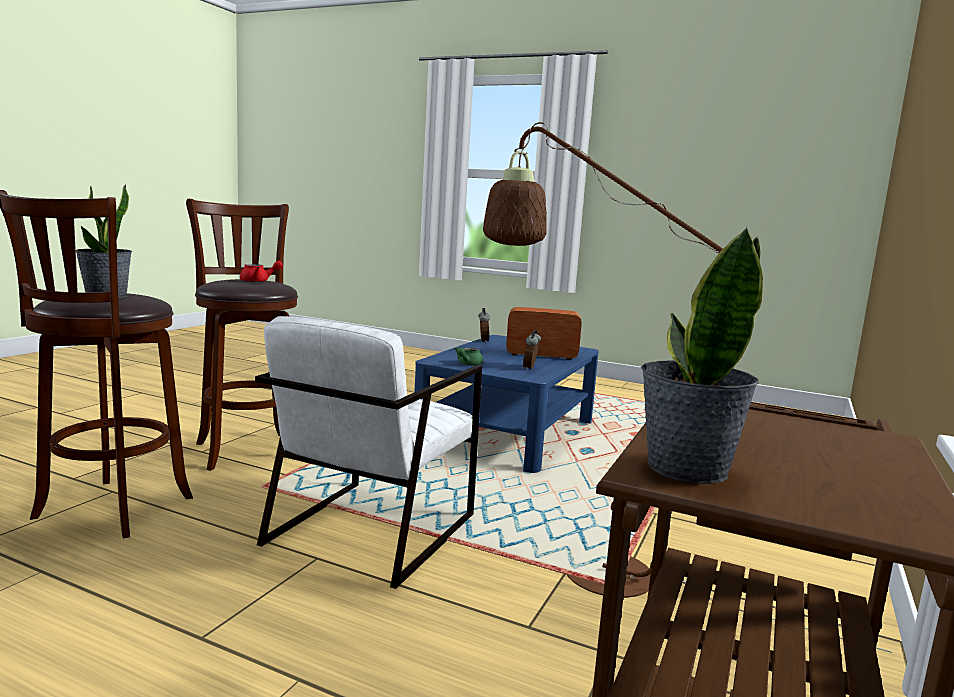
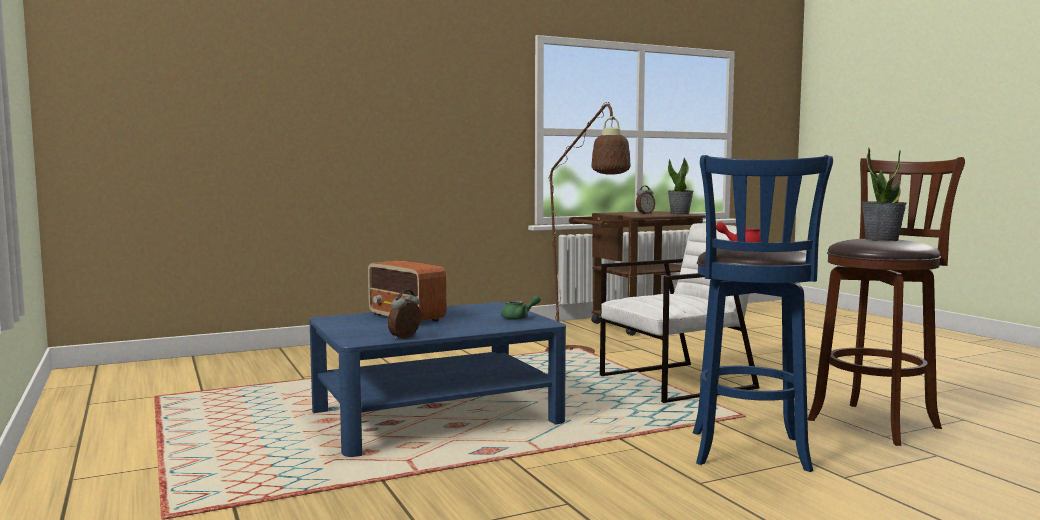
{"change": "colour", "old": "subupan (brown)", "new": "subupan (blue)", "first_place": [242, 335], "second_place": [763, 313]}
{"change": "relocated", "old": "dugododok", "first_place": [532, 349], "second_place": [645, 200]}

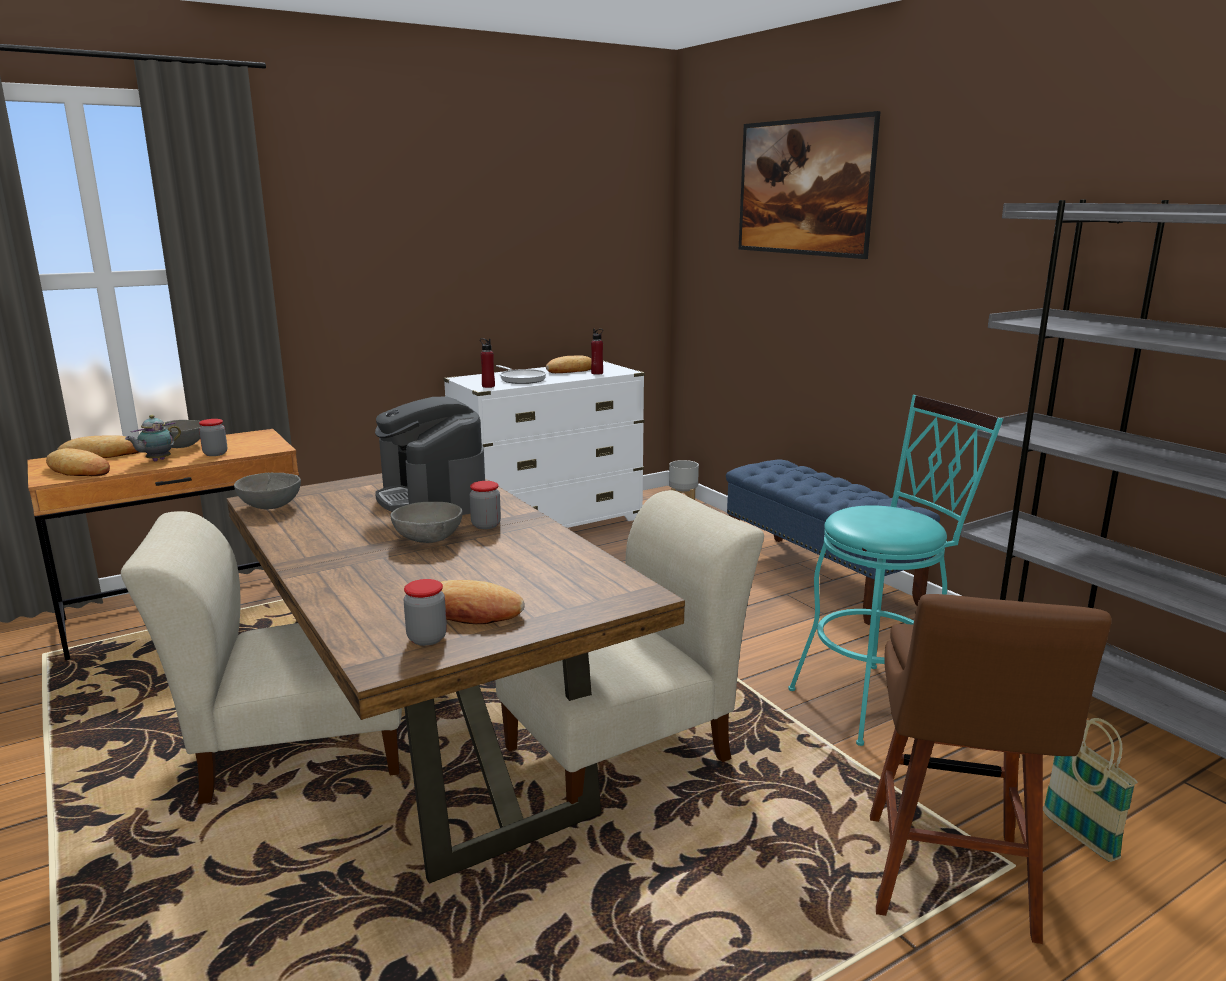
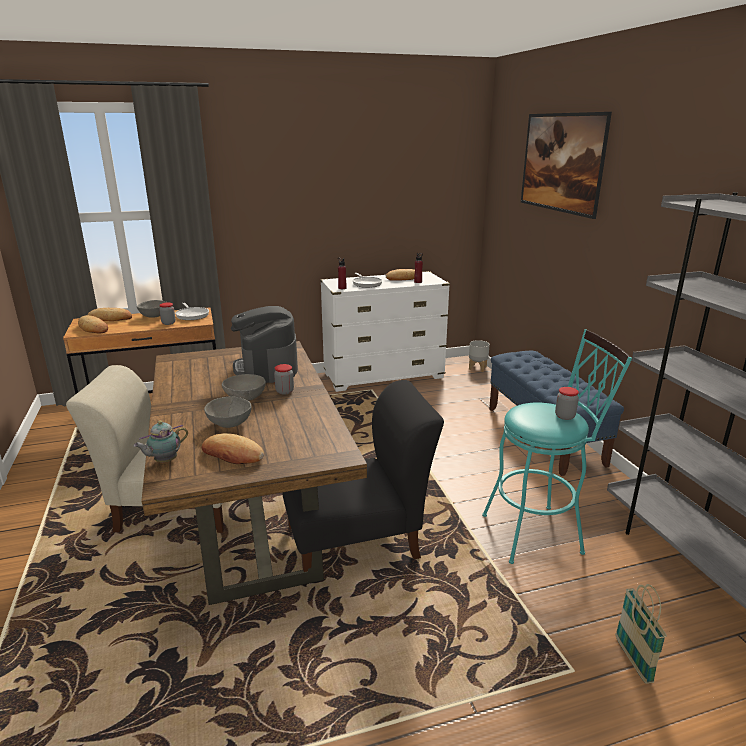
{"change": "relocated", "old": "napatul", "first_place": [153, 438], "second_place": [161, 441]}
{"change": "relocated", "old": "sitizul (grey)", "first_place": [267, 491], "second_place": [228, 412]}
{"change": "relocated", "old": "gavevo", "first_place": [425, 612], "second_place": [567, 403]}
{"change": "colour", "old": "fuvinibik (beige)", "new": "fuvinibik (black)", "first_place": [629, 647], "second_place": [363, 476]}
{"change": "missing", "old": "subupan (brown)", "first_place": [991, 769]}
{"change": "appeared", "new": "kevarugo", "second_place": [192, 311]}

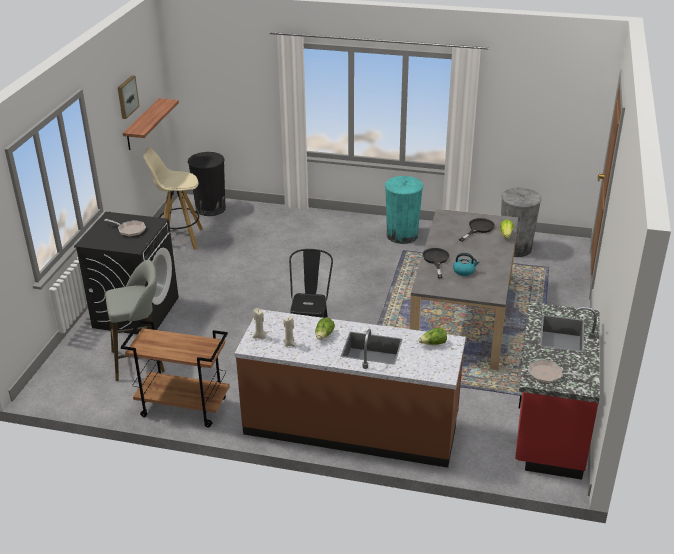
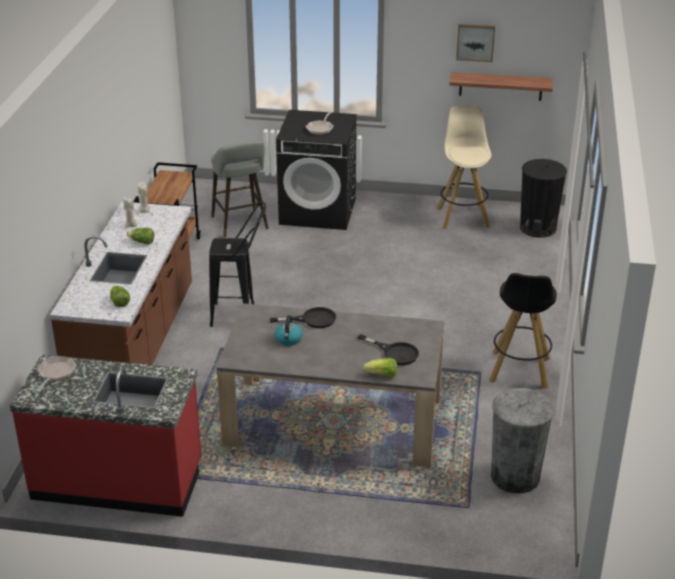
{"change": "exchanged", "old": "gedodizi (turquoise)", "new": "subupan (black)", "first_place": [404, 210], "second_place": [523, 331]}

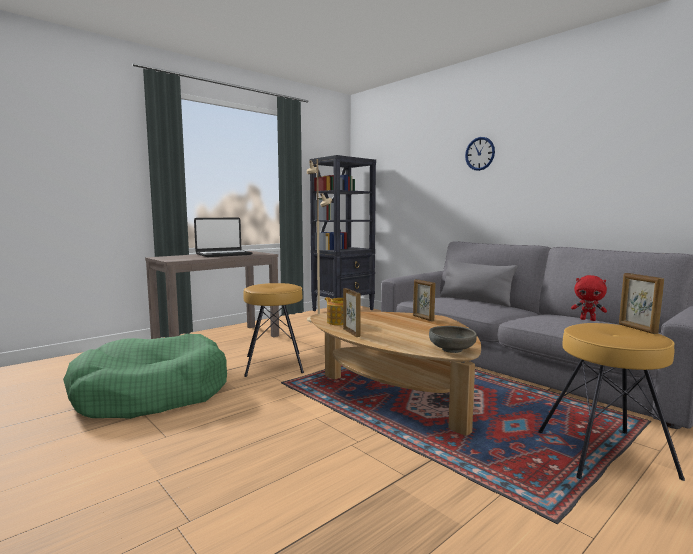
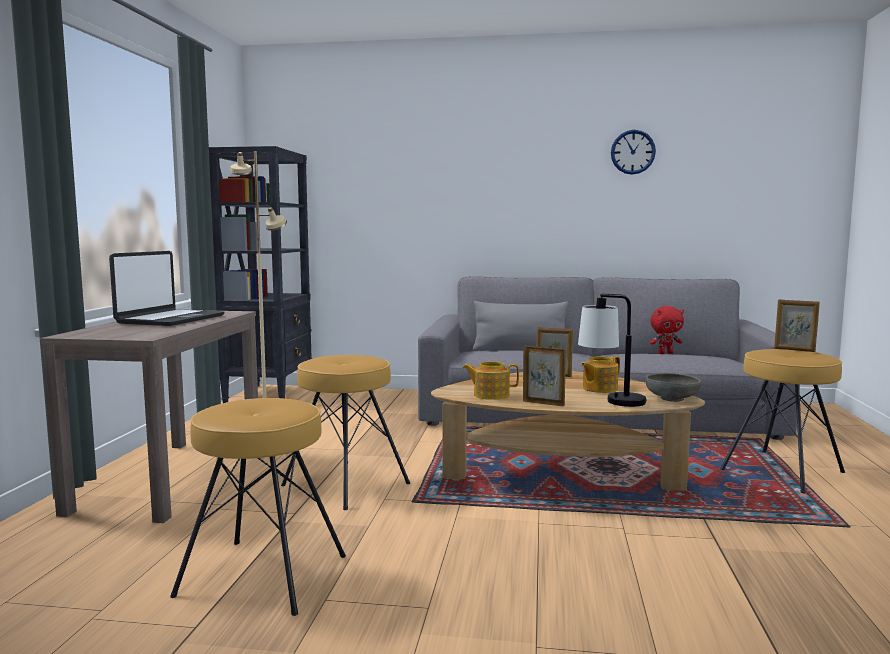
{"change": "exchanged", "old": "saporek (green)", "new": "subupan (brown)", "first_place": [145, 376], "second_place": [258, 507]}
{"change": "relocated", "old": "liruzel", "first_place": [480, 154], "second_place": [633, 152]}
{"change": "appeared", "new": "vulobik", "second_place": [612, 350]}
{"change": "appeared", "new": "napatul", "second_place": [600, 374]}

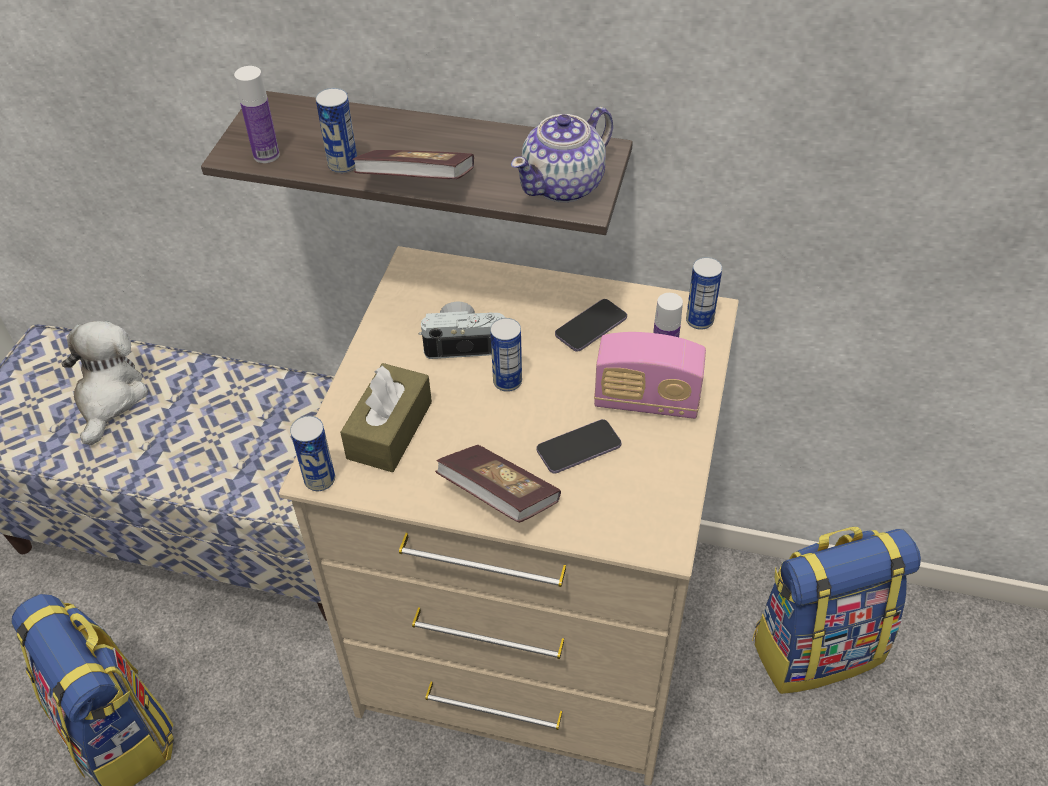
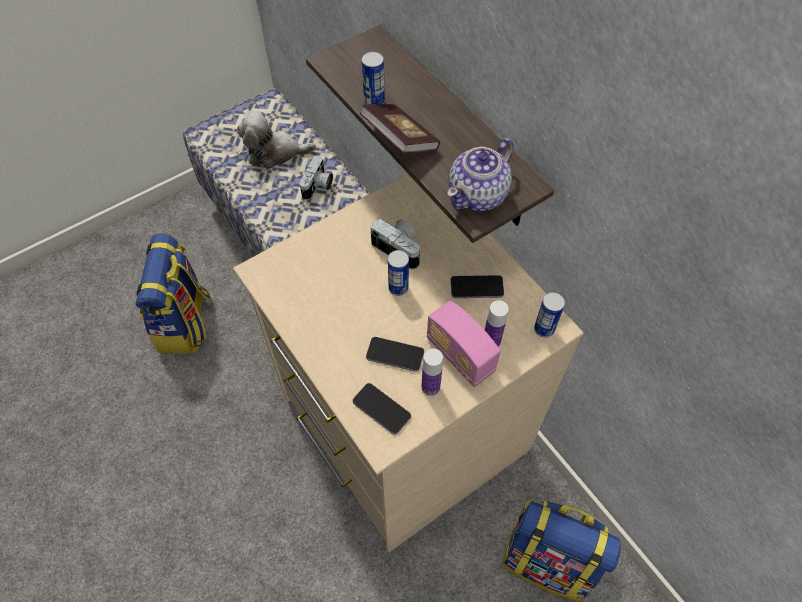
{"change": "spun", "old": "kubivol", "first_place": [105, 383], "second_place": [276, 140], "degrees": -135}
{"change": "relocated", "old": "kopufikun", "first_place": [257, 114], "second_place": [432, 372]}
{"change": "missing", "old": "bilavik", "first_place": [312, 453]}
{"change": "missing", "old": "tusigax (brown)", "first_place": [386, 417]}
{"change": "missing", "old": "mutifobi", "first_place": [498, 484]}
{"change": "spun", "old": "napatul", "first_place": [562, 155], "second_place": [480, 174], "degrees": -45}
{"change": "appeared", "new": "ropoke", "second_place": [316, 178]}
{"change": "appeared", "new": "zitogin", "second_place": [382, 409]}

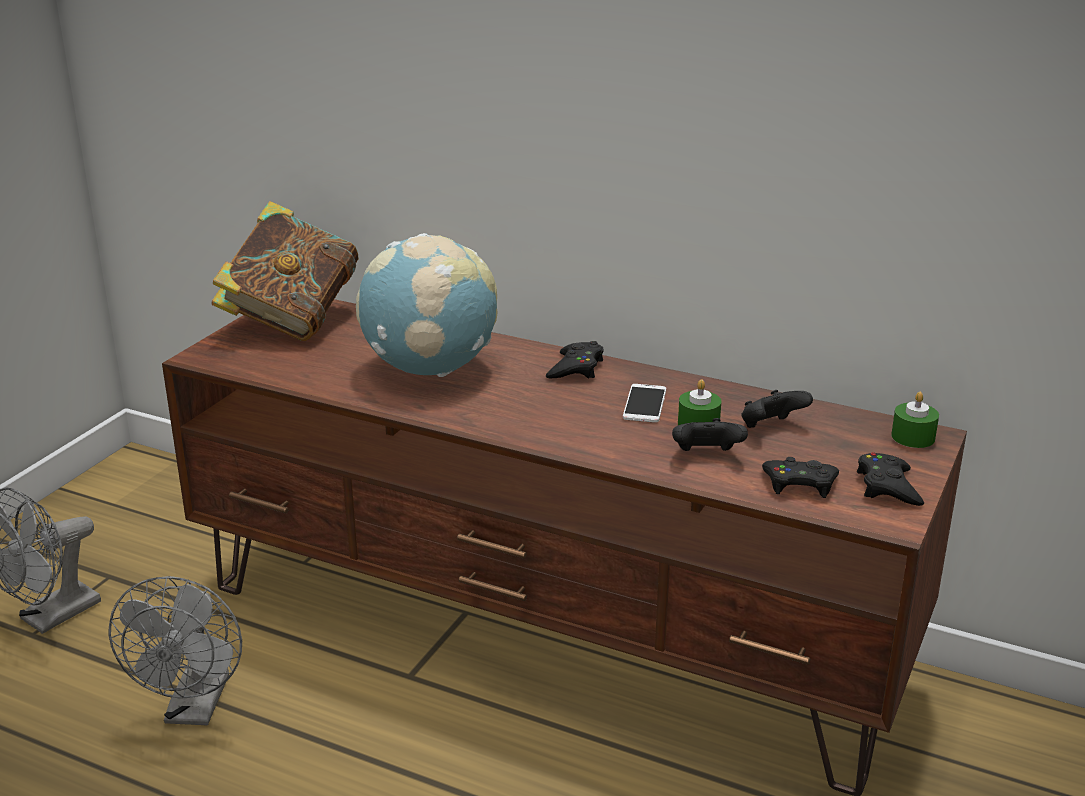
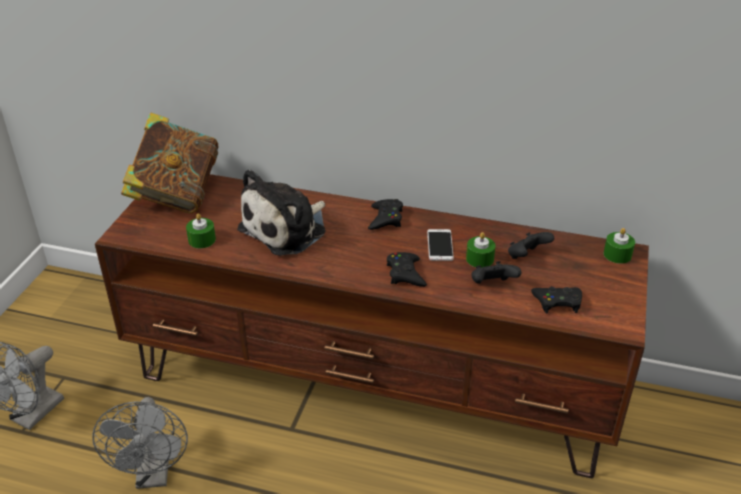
{"change": "exchanged", "old": "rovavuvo", "new": "kubivol", "first_place": [426, 305], "second_place": [281, 212]}
{"change": "relocated", "old": "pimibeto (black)", "first_place": [890, 479], "second_place": [407, 269]}
{"change": "appeared", "new": "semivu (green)", "second_place": [201, 231]}

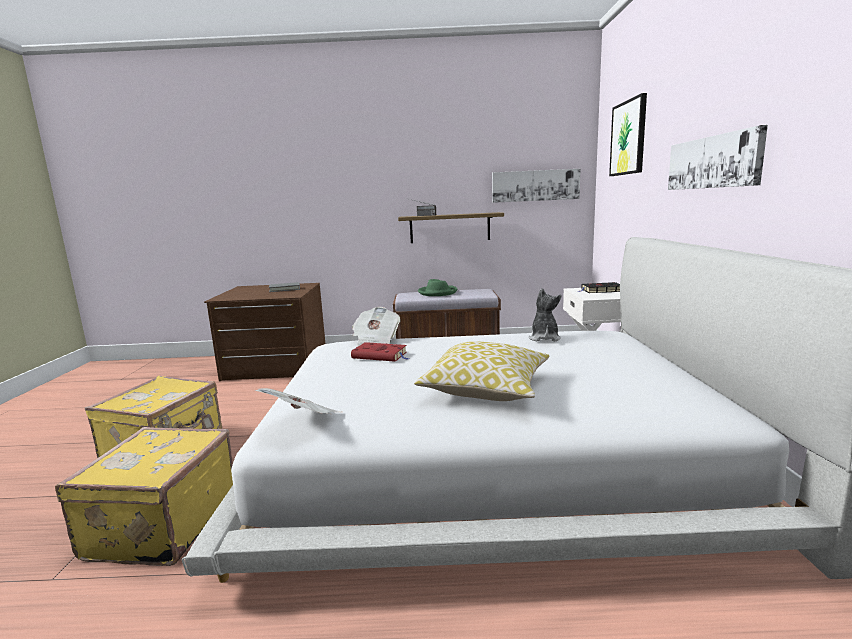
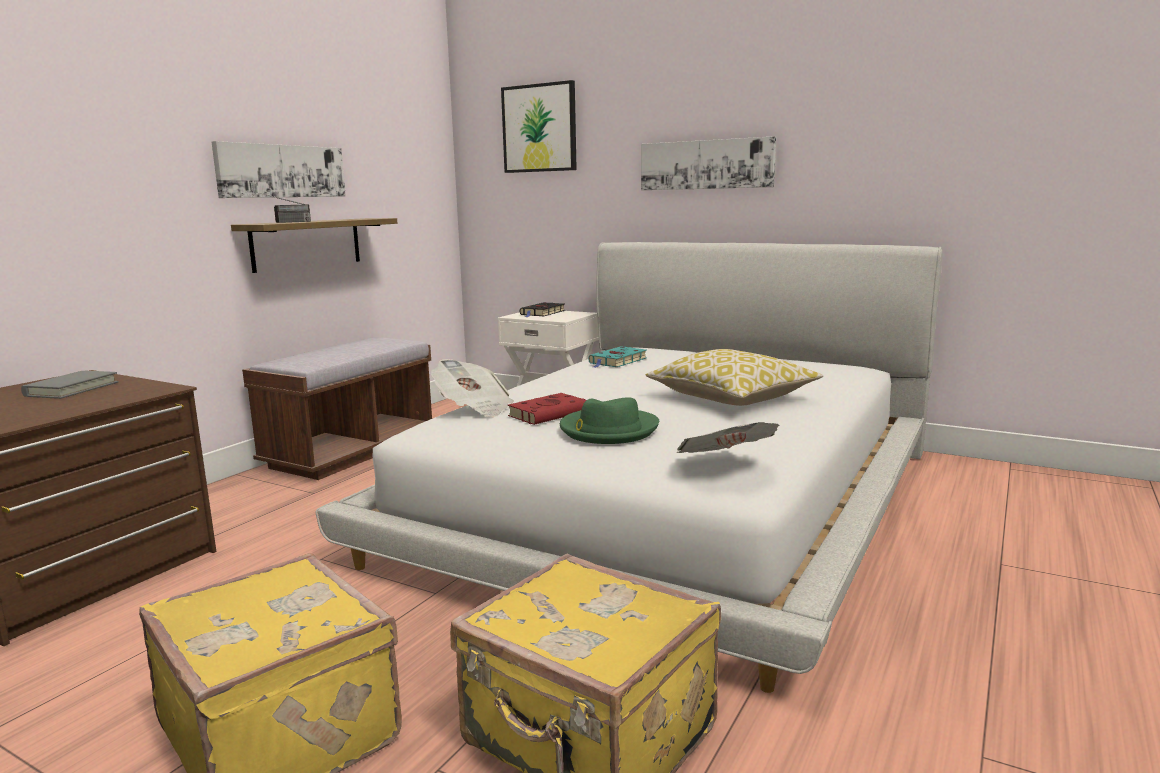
{"change": "relocated", "old": "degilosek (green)", "first_place": [438, 287], "second_place": [609, 420]}
{"change": "relocated", "old": "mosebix", "first_place": [536, 186], "second_place": [279, 169]}
{"change": "exchanged", "old": "kubivol", "new": "mutifobi (turquoise)", "first_place": [545, 314], "second_place": [617, 357]}

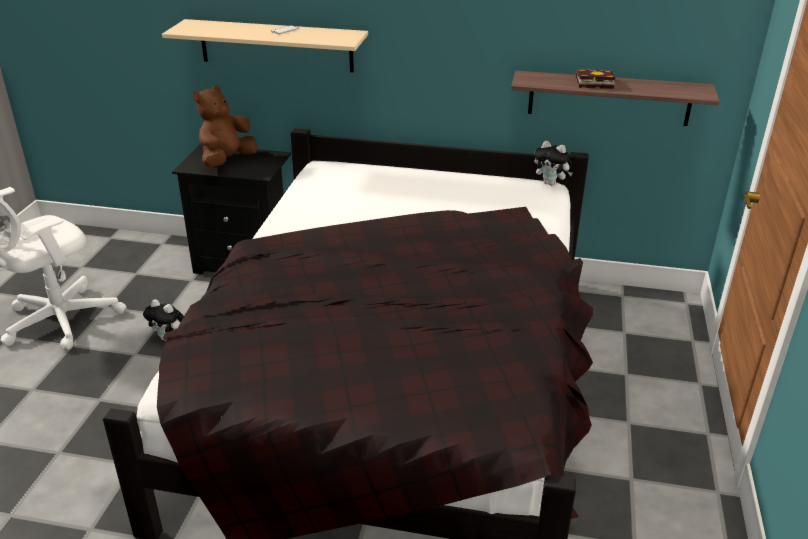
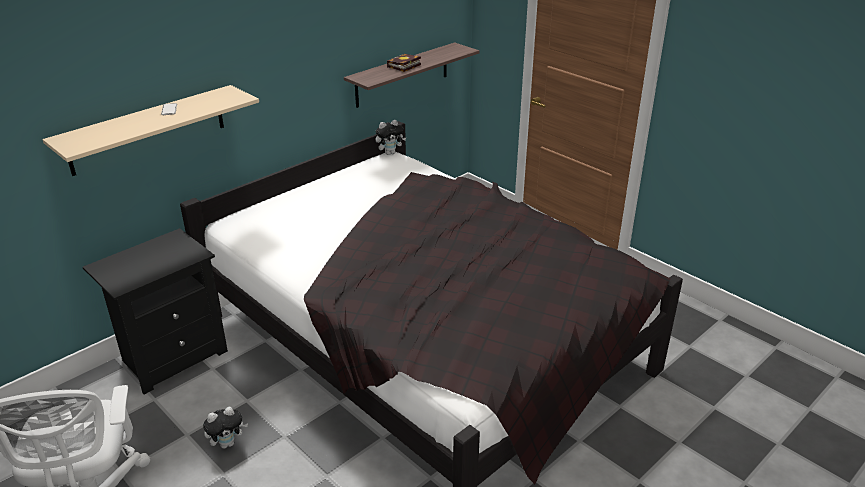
{"change": "missing", "old": "kubivol (brown)", "first_place": [225, 126]}

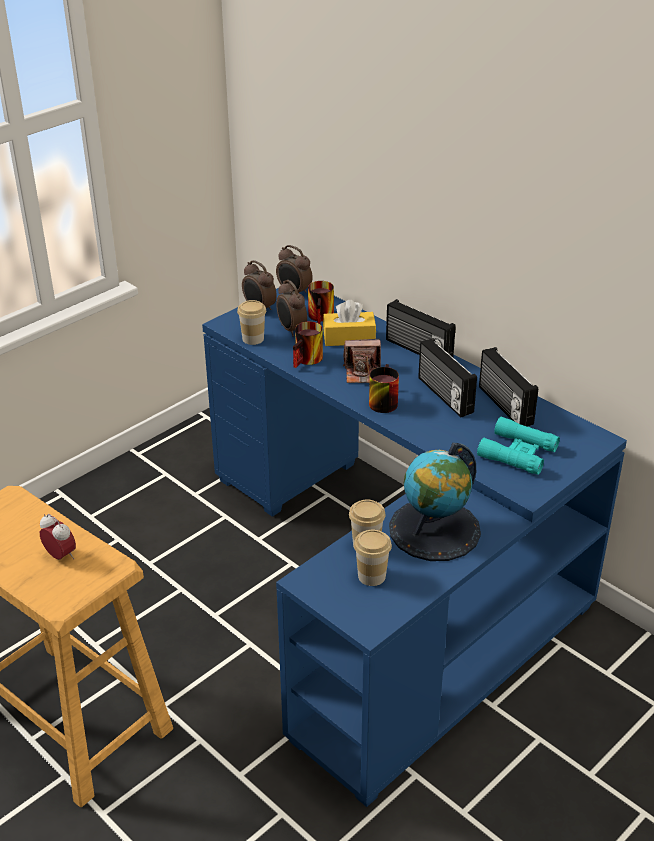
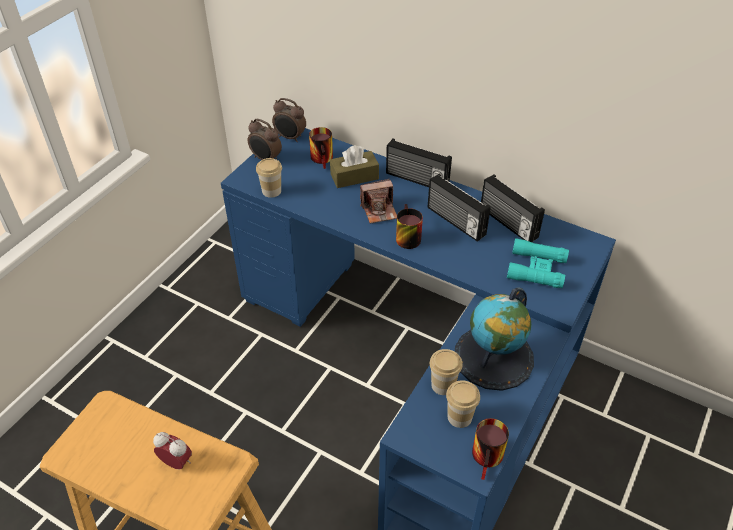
{"change": "missing", "old": "dugododok", "first_place": [291, 308]}
{"change": "relocated", "old": "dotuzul", "first_place": [308, 345], "second_place": [490, 449]}
{"change": "colour", "old": "tusigax (yellow)", "new": "tusigax (brown)", "first_place": [349, 323], "second_place": [354, 166]}

